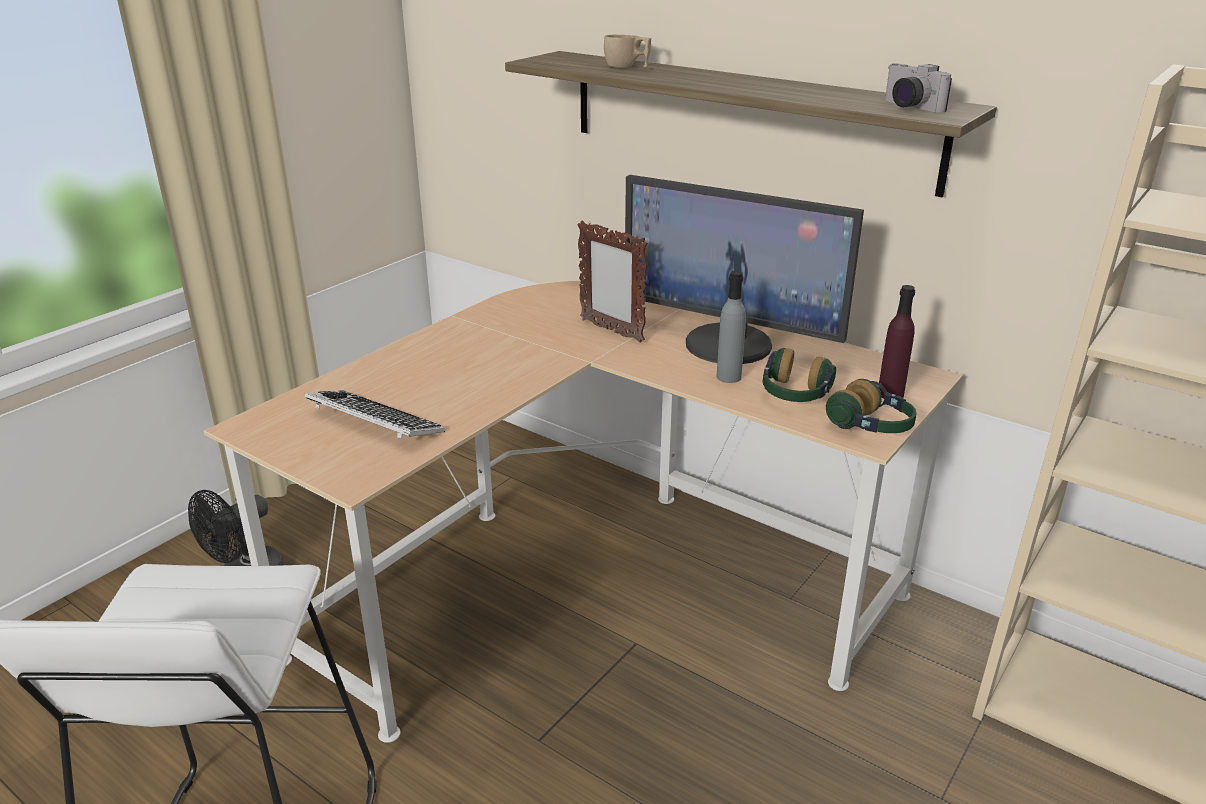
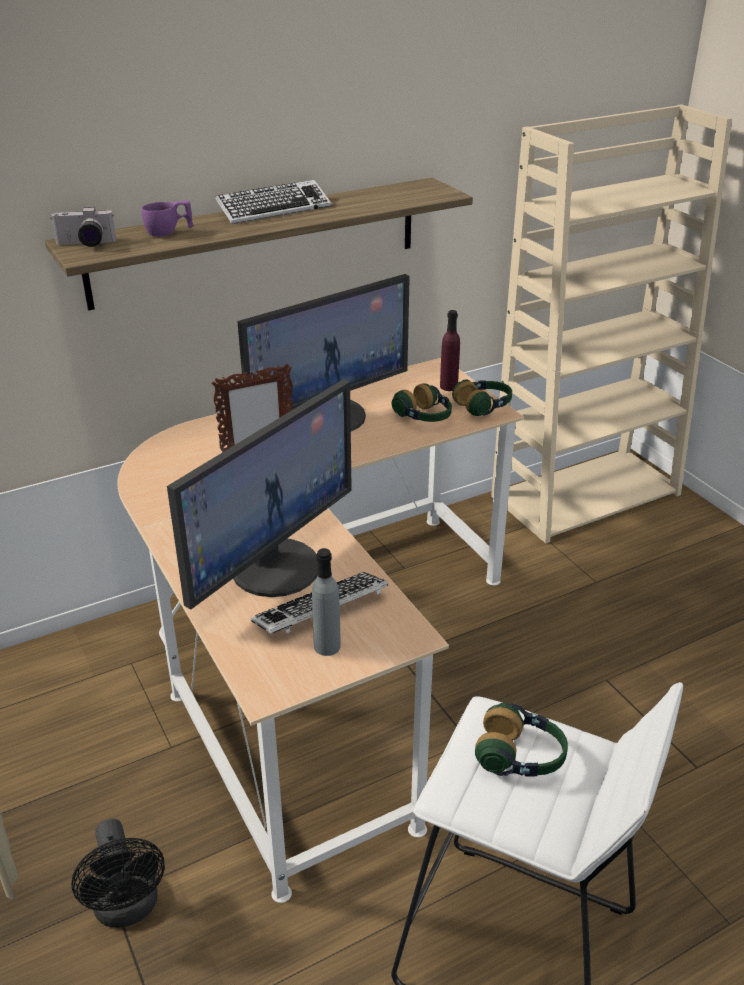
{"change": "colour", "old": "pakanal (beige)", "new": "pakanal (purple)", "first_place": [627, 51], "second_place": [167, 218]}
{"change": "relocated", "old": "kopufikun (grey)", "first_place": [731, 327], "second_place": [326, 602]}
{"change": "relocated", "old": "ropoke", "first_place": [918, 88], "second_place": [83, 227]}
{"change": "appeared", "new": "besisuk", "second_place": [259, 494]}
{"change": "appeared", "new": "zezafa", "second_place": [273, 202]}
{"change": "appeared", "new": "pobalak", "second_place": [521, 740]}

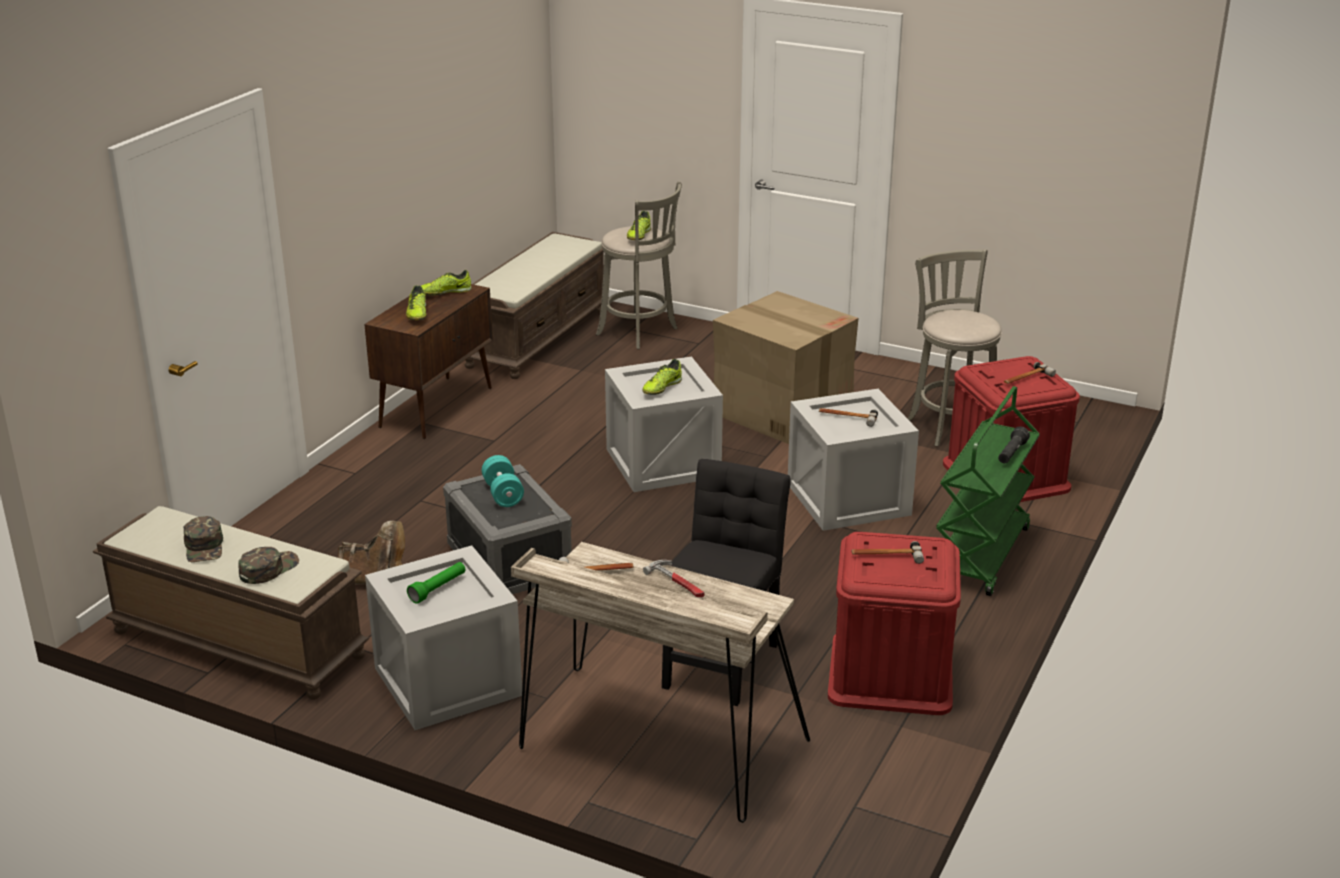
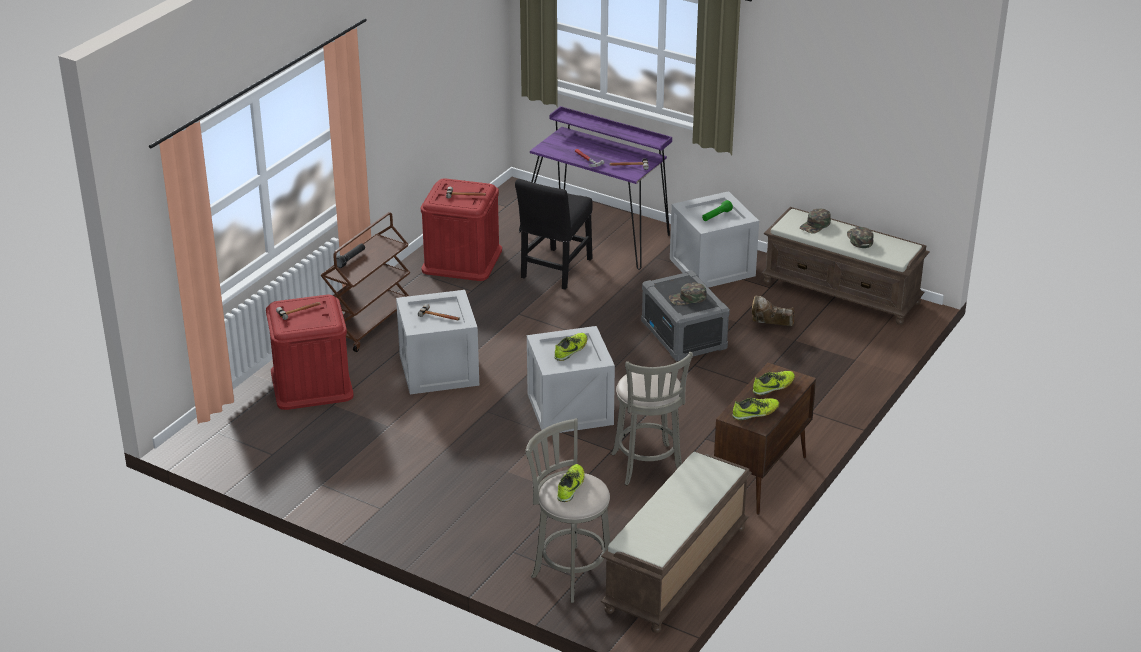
{"change": "spun", "old": "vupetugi", "first_place": [416, 303], "second_place": [774, 383], "degrees": 60}
{"change": "exchanged", "old": "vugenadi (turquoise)", "new": "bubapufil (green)", "first_place": [503, 481], "second_place": [688, 293]}
{"change": "colour", "old": "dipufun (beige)", "new": "dipufun (purple)", "first_place": [660, 682], "second_place": [595, 188]}
{"change": "missing", "old": "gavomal", "first_place": [786, 367]}
{"change": "relocated", "old": "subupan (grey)", "first_place": [954, 348], "second_place": [652, 418]}
{"change": "colour", "old": "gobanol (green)", "new": "gobanol (brown)", "first_place": [988, 491], "second_place": [365, 282]}

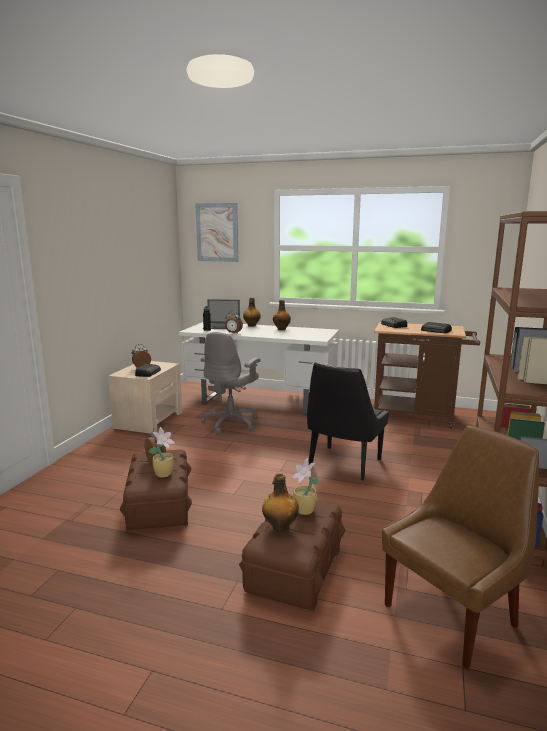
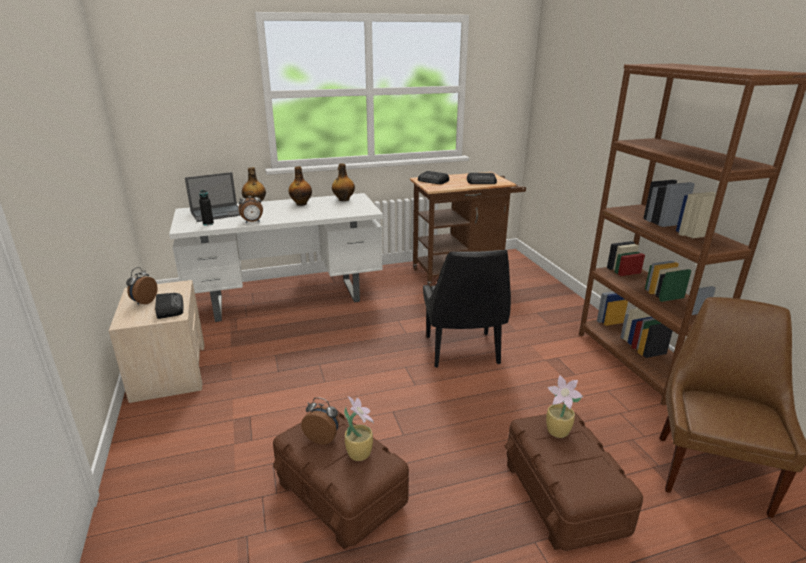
{"change": "missing", "old": "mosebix", "first_place": [216, 232]}
{"change": "missing", "old": "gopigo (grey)", "first_place": [231, 383]}
{"change": "relocated", "old": "kopufikun", "first_place": [280, 502], "second_place": [343, 182]}

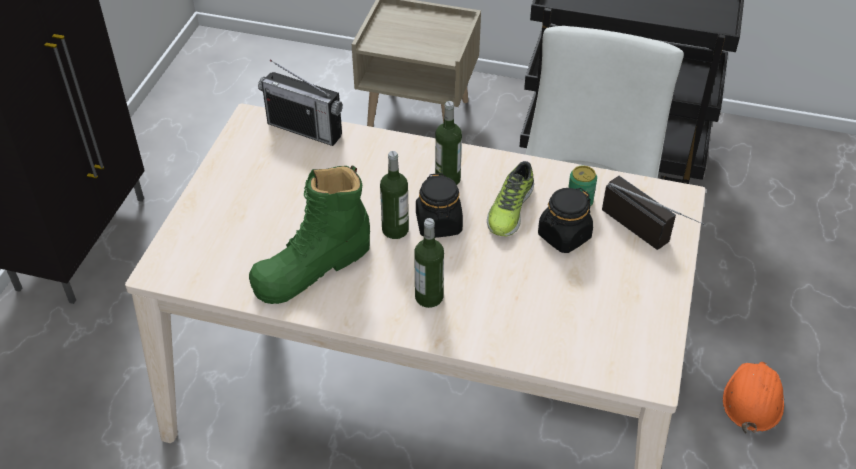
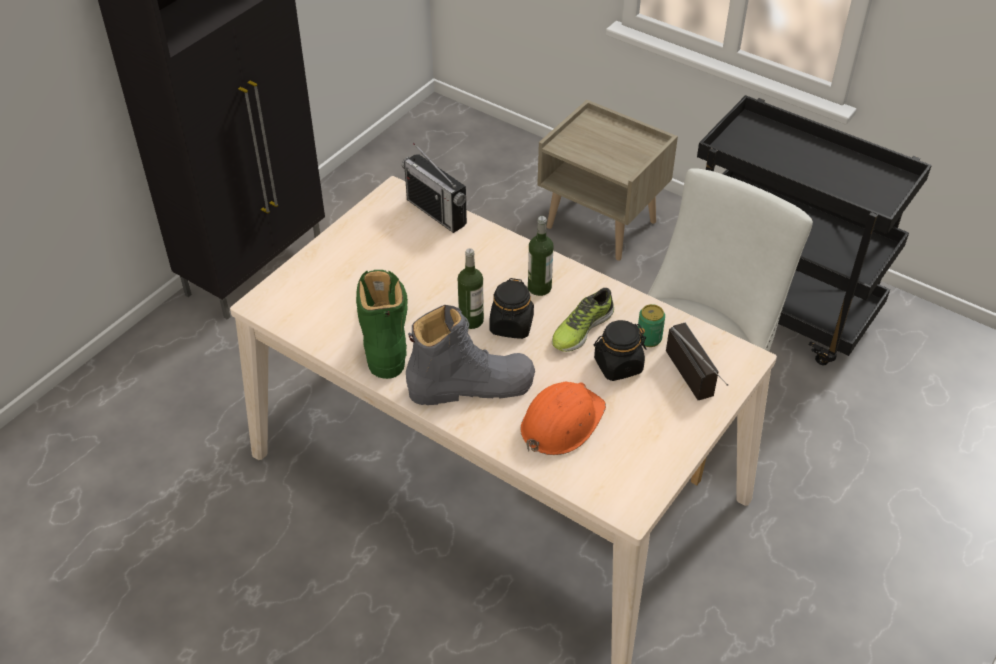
{"change": "spun", "old": "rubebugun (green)", "first_place": [309, 234], "second_place": [382, 324], "degrees": 105}
{"change": "exchanged", "old": "kopufikun", "new": "rubebugun (grey)", "first_place": [429, 263], "second_place": [470, 355]}
{"change": "relocated", "old": "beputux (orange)", "first_place": [753, 397], "second_place": [563, 418]}

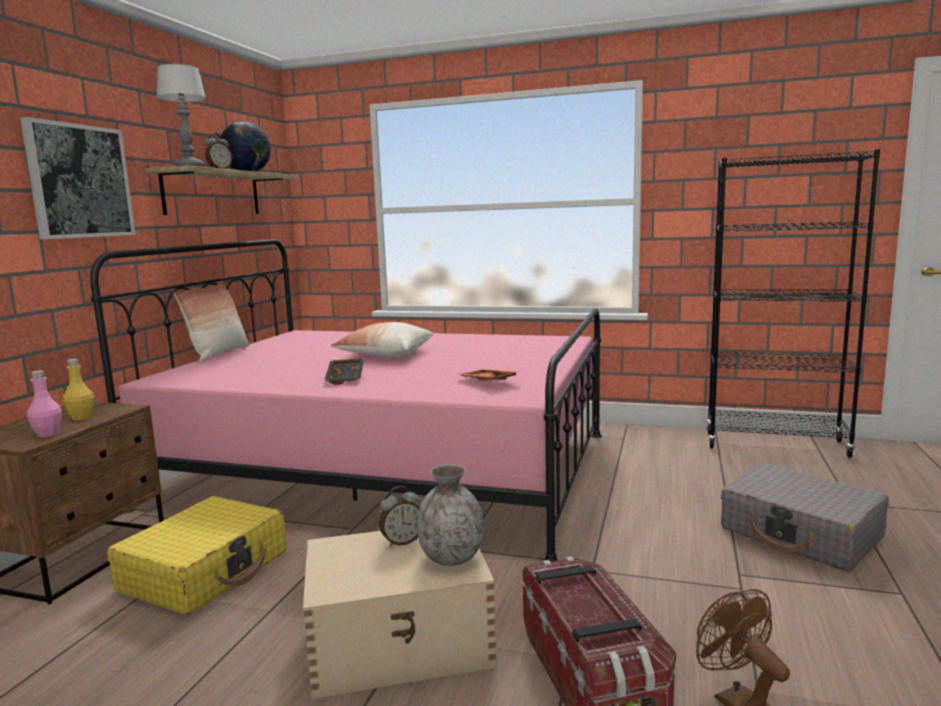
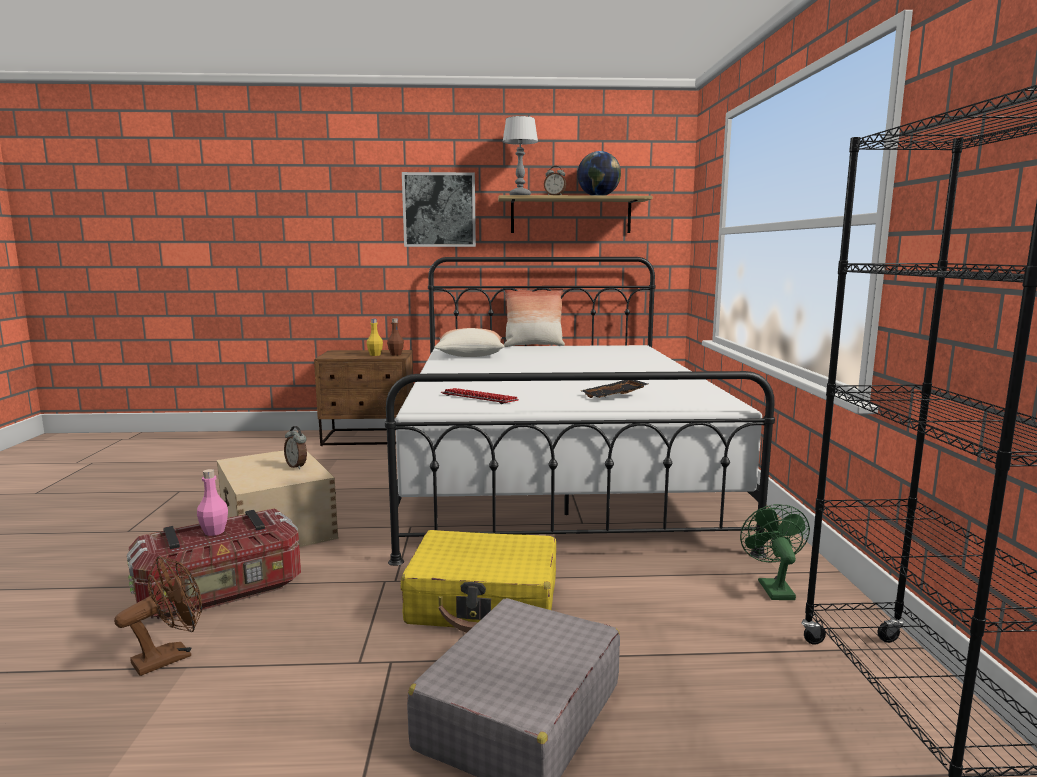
{"change": "relocated", "old": "kopufikun (pink)", "first_place": [44, 403], "second_place": [212, 502]}
{"change": "colour", "old": "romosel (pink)", "new": "romosel (white)", "first_place": [346, 400], "second_place": [580, 411]}
{"change": "relocated", "old": "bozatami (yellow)", "first_place": [196, 555], "second_place": [478, 581]}
{"change": "relocated", "old": "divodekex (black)", "first_place": [344, 371], "second_place": [614, 389]}
{"change": "relocated", "old": "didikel", "first_place": [382, 339], "second_place": [469, 342]}
{"change": "missing", "old": "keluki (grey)", "first_place": [450, 515]}
{"change": "exchanged", "old": "divodekex (orange)", "new": "zezafa", "first_place": [490, 374], "second_place": [480, 396]}
{"change": "appeared", "new": "kopufikun (brown)", "second_place": [395, 337]}
{"change": "appeared", "new": "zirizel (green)", "second_place": [775, 552]}

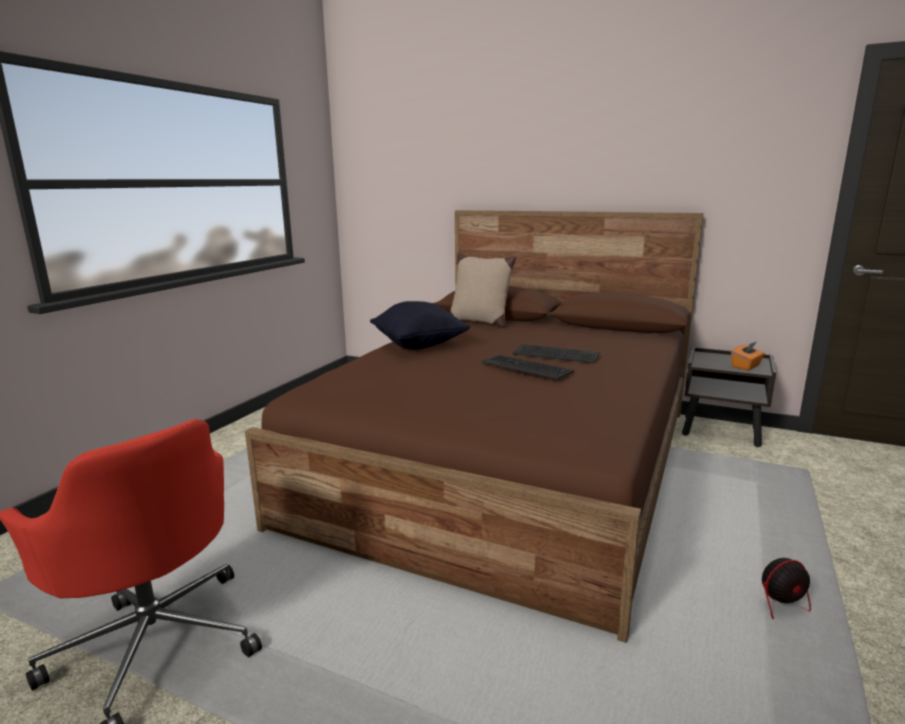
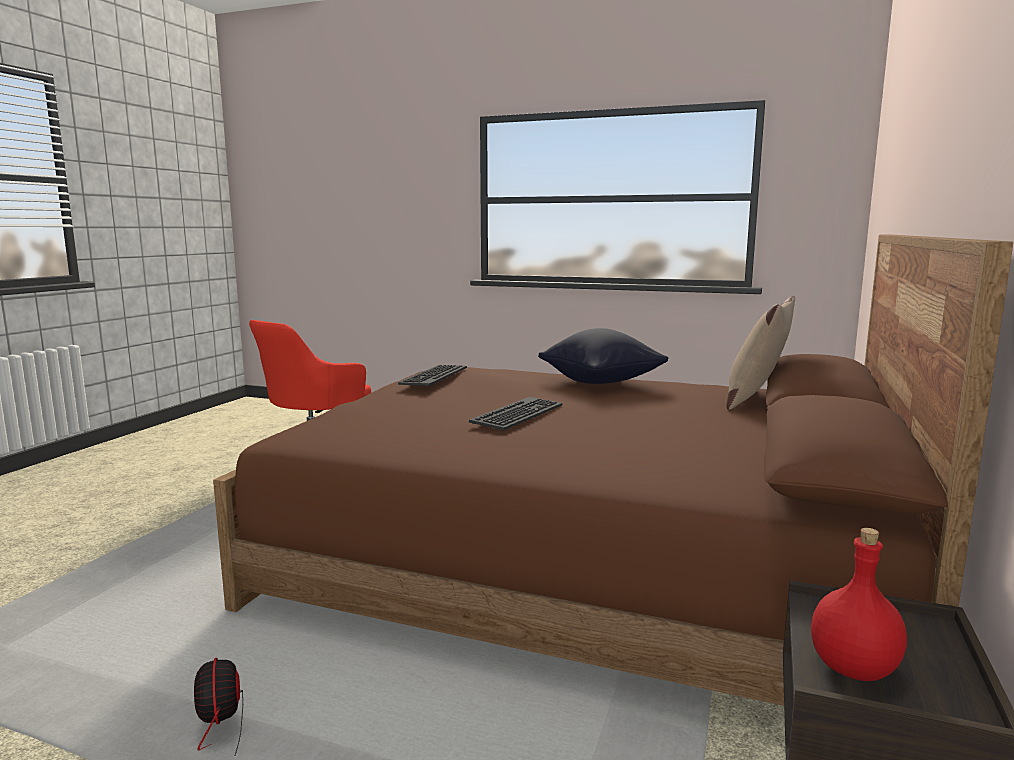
{"change": "relocated", "old": "zezafa", "first_place": [556, 353], "second_place": [432, 375]}
{"change": "exchanged", "old": "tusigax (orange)", "new": "kopufikun (red)", "first_place": [748, 356], "second_place": [859, 604]}

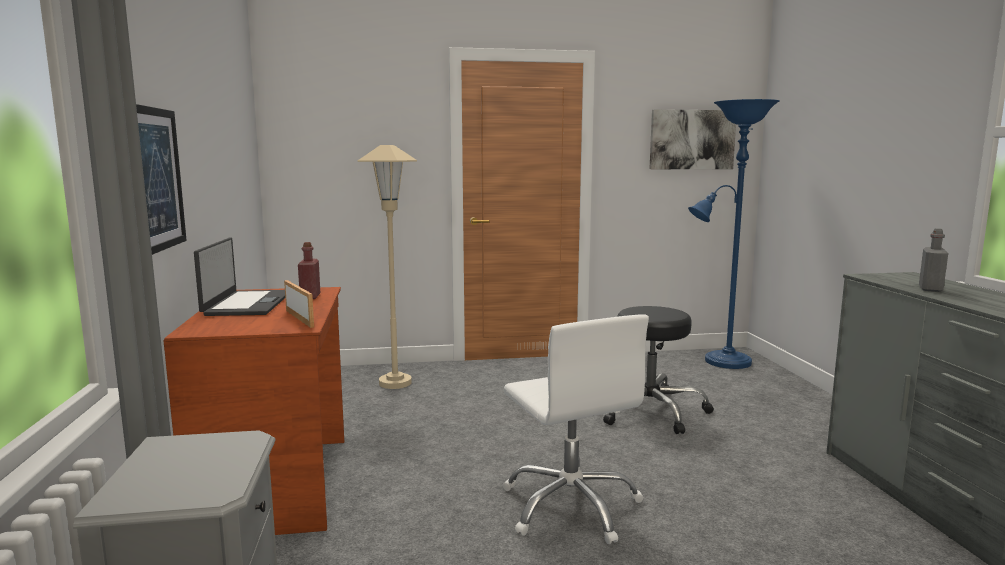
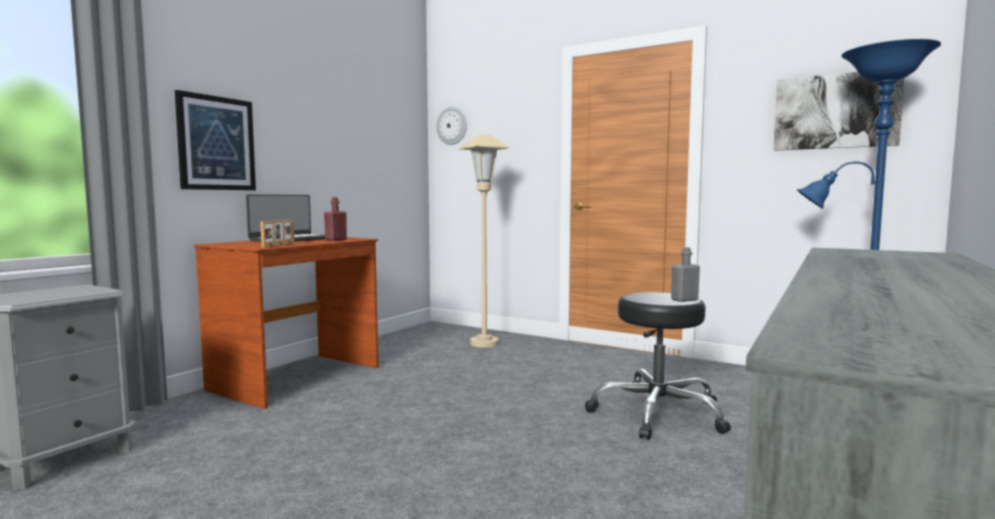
{"change": "missing", "old": "gopigo (white)", "first_place": [576, 429]}
{"change": "relocated", "old": "kopufikun (grey)", "first_place": [933, 260], "second_place": [685, 274]}
{"change": "appeared", "new": "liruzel", "second_place": [451, 126]}

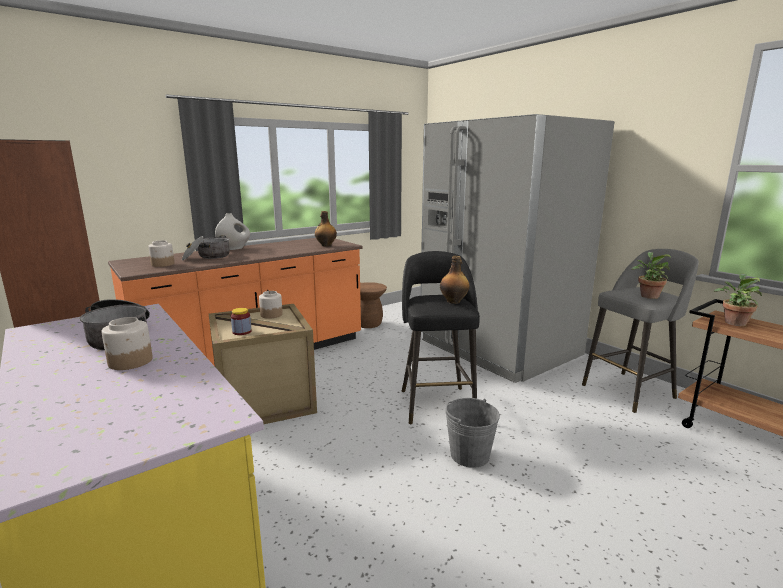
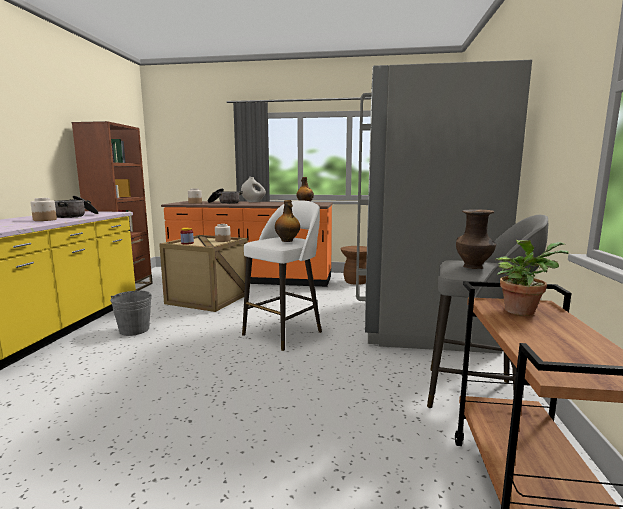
{"change": "colour", "old": "subupan (black)", "new": "subupan (white)", "first_place": [441, 337], "second_place": [282, 276]}
{"change": "relocated", "old": "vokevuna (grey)", "first_place": [472, 433], "second_place": [131, 313]}
{"change": "exchanged", "old": "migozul", "new": "keluki (brown)", "first_place": [651, 275], "second_place": [476, 239]}

